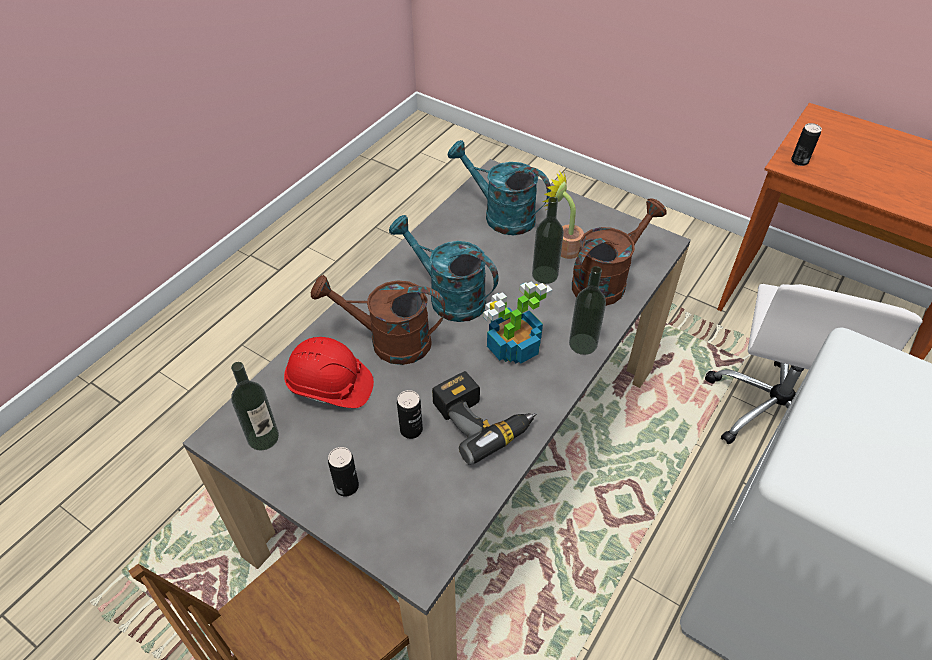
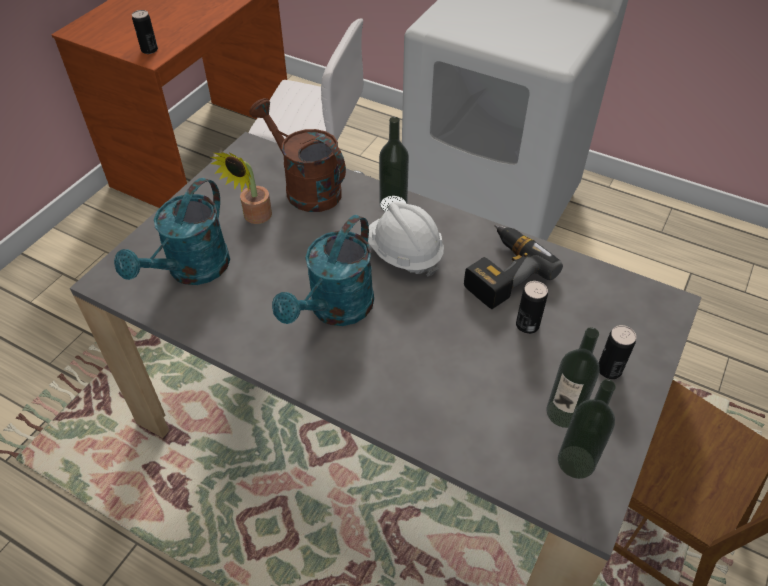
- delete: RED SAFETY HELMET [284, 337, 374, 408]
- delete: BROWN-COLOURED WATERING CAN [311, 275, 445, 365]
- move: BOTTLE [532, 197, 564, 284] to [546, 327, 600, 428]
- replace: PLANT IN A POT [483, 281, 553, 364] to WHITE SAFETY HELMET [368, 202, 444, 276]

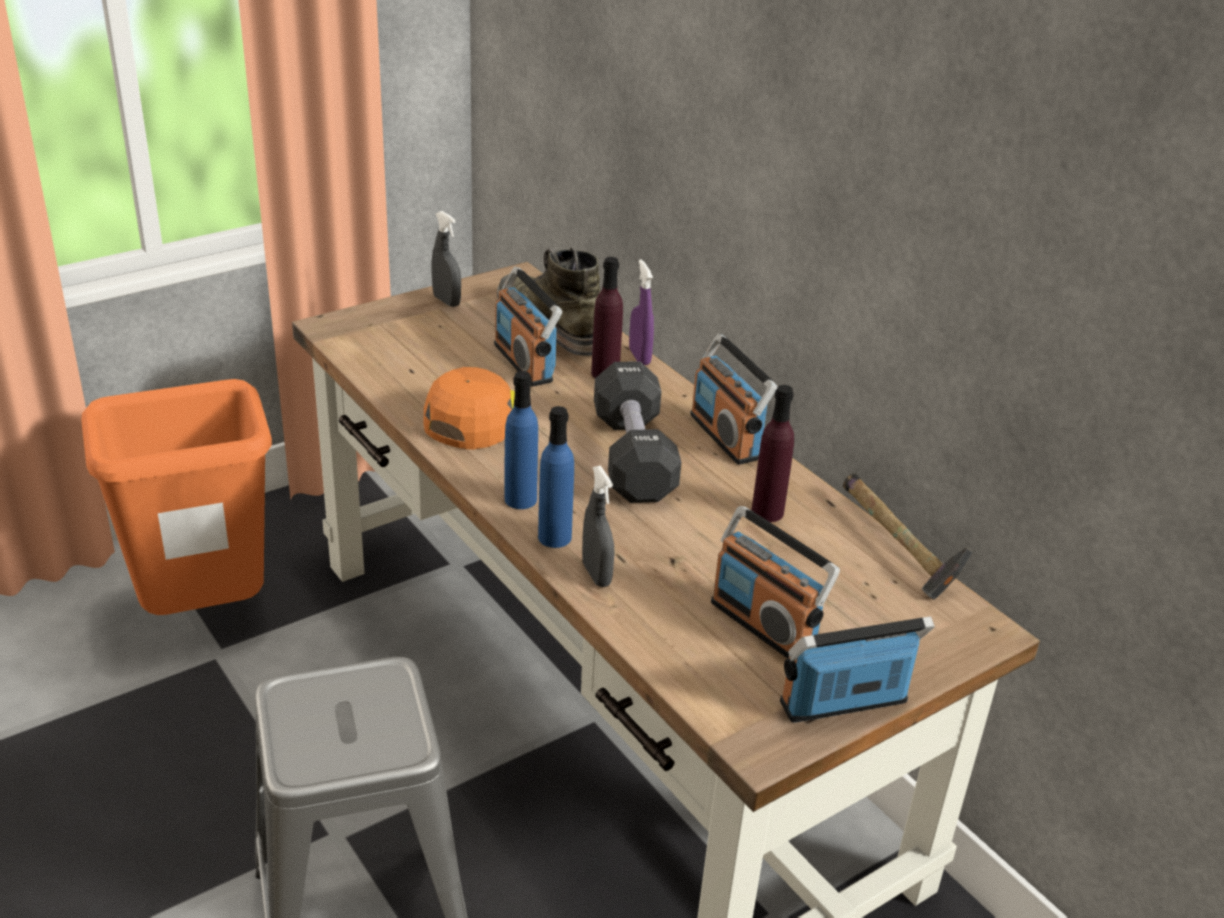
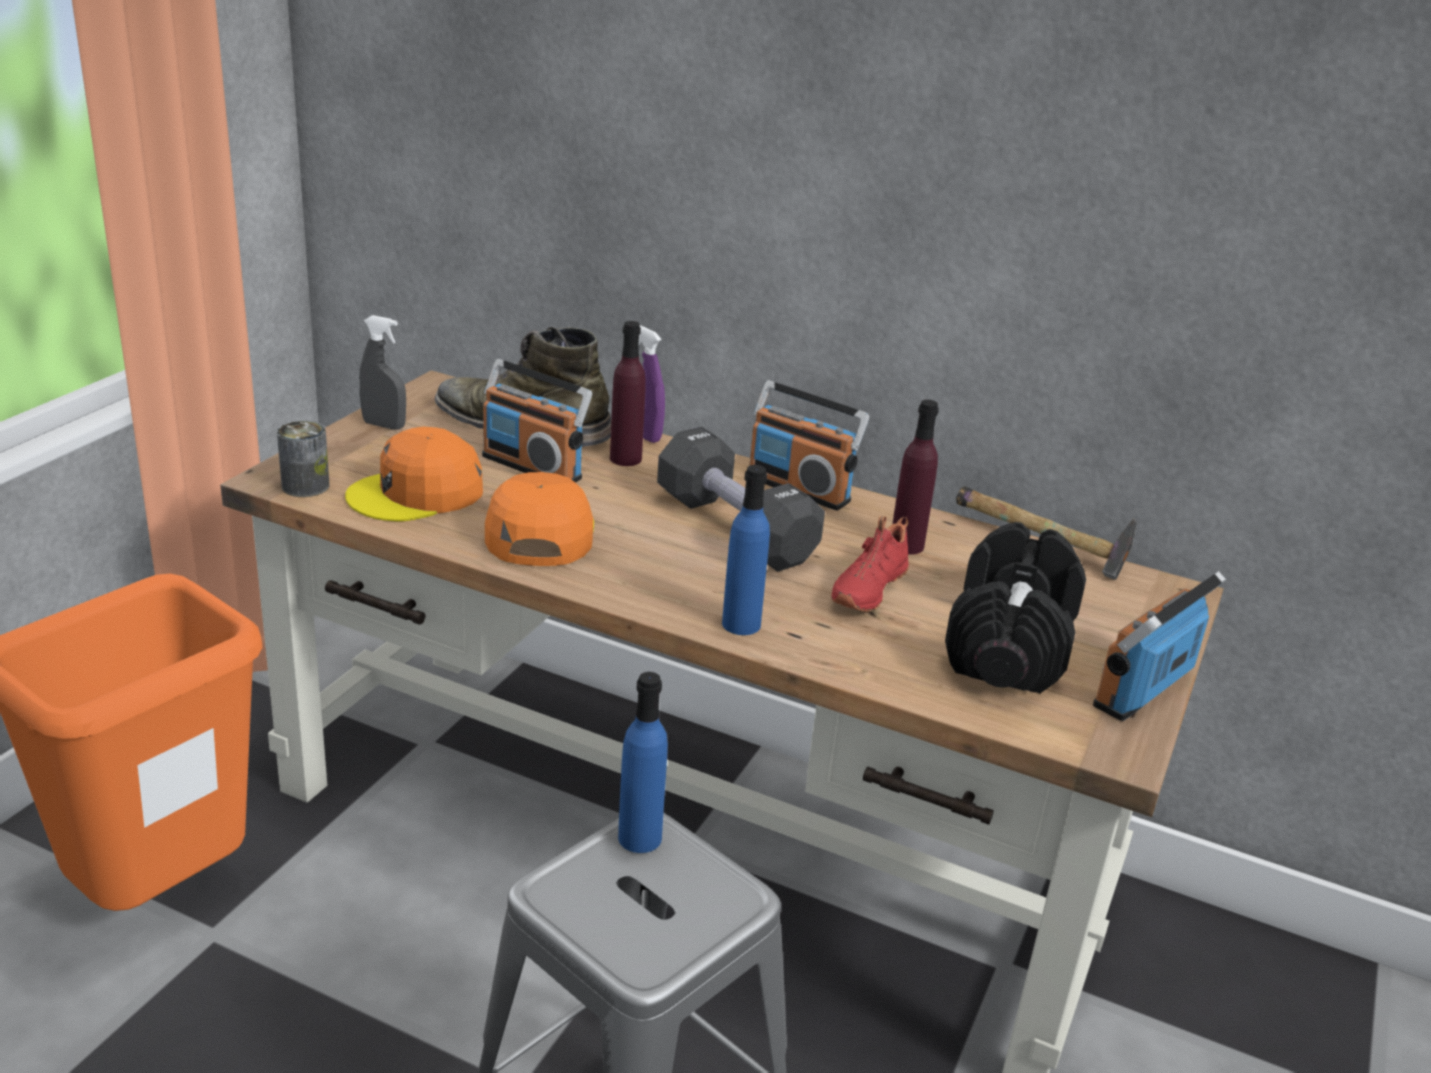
- delete: GREY SPRAY BOTTLE [582, 465, 615, 587]
- insert: CAN [277, 420, 330, 497]
- insert: ORANGEY CAP [345, 427, 483, 521]
- insert: RED LOW SHOE [832, 515, 909, 612]
- move: BLUISH BOTTLE [505, 371, 538, 509] to [618, 672, 668, 853]
- replace: RADIO [711, 506, 840, 659] to BLACK-COLOURED HAND WEIGHT [945, 522, 1086, 693]

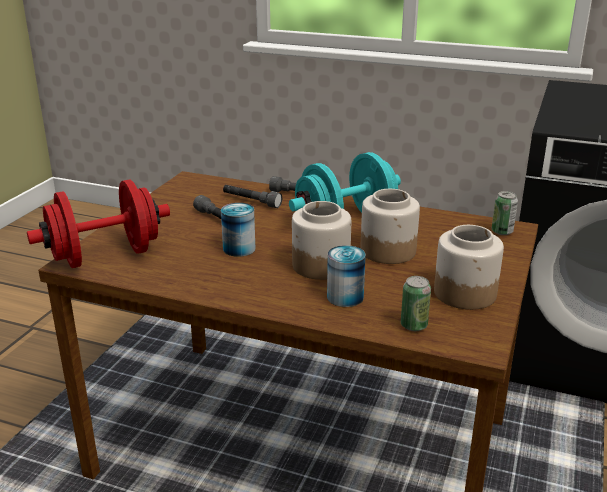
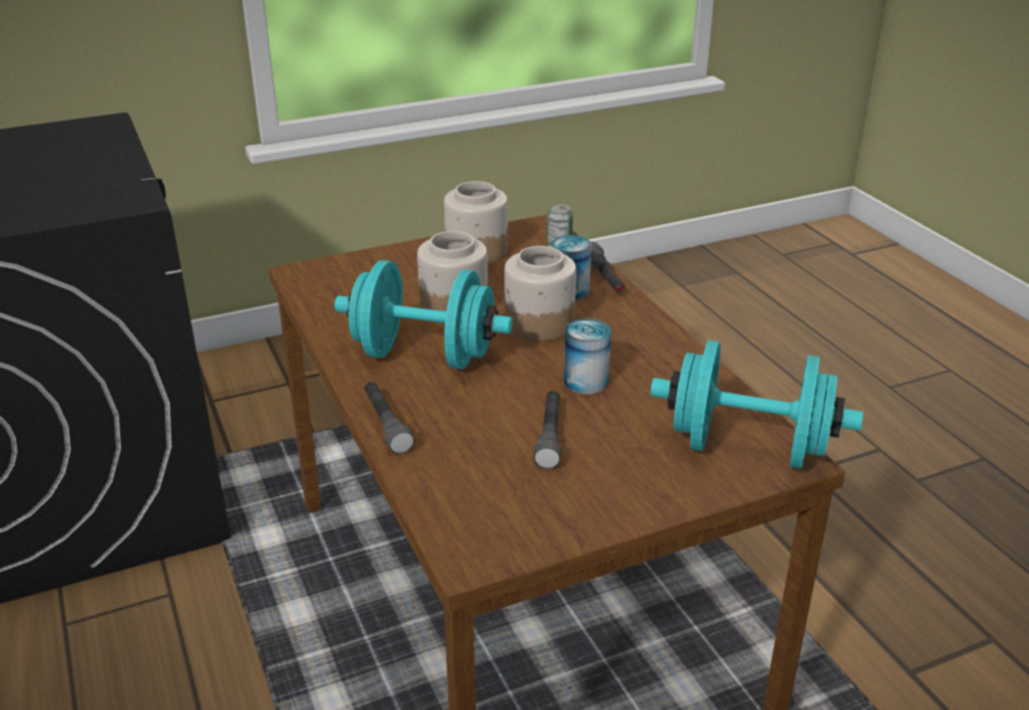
- delete: CAN [492, 191, 518, 235]
- move: GREY FLASHLIGHT [223, 185, 282, 208] to [591, 242, 625, 293]
- recolor: RED HAND WEIGHT [27, 180, 170, 268] to TURQUOISE-COLOURED HAND WEIGHT [651, 340, 863, 469]

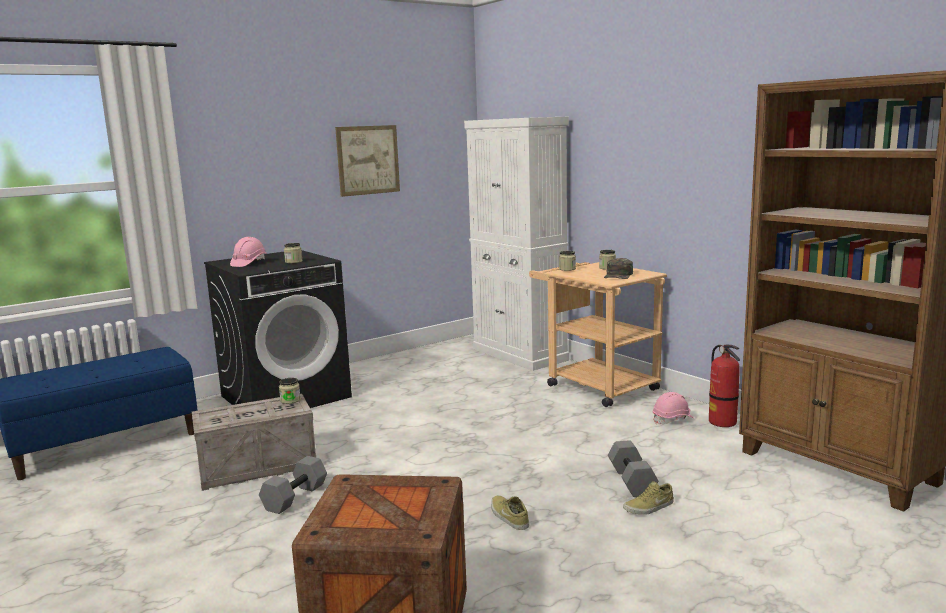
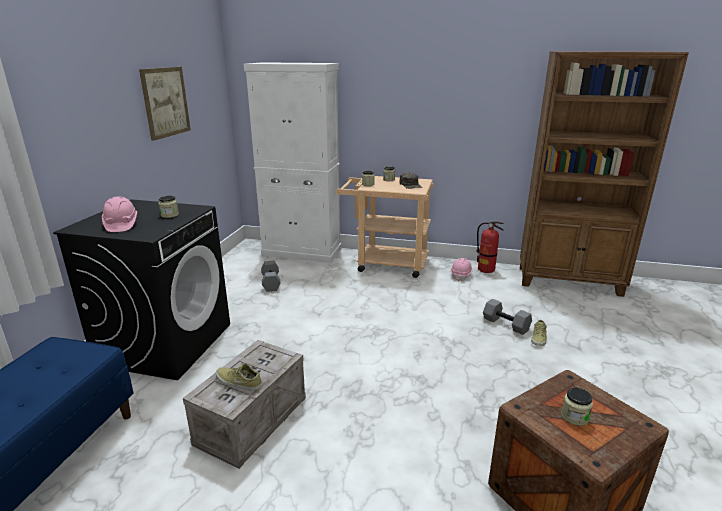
- move: GREY HAND WEIGHT [259, 456, 327, 514] to [261, 261, 281, 292]
- move: STORAGE JAR [279, 378, 301, 404] to [561, 387, 593, 426]
- move: BEIGE LOW SHOE [491, 496, 529, 530] to [216, 364, 262, 391]

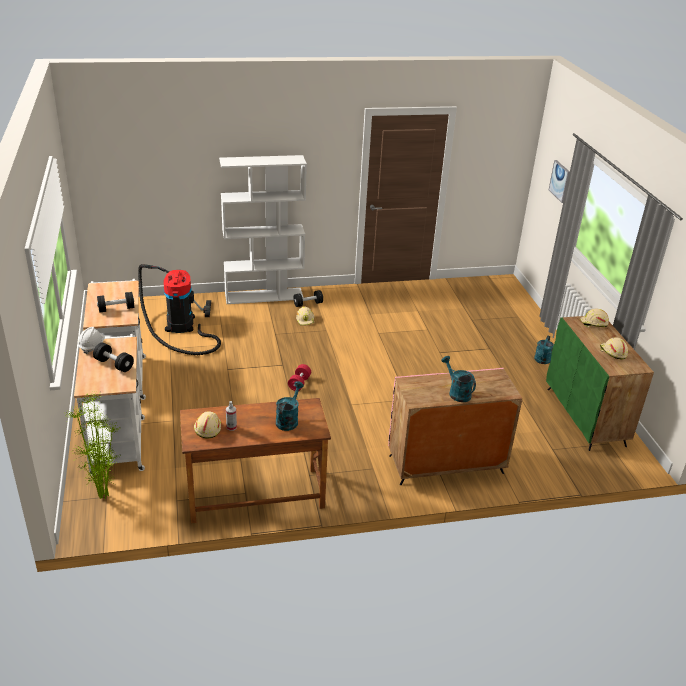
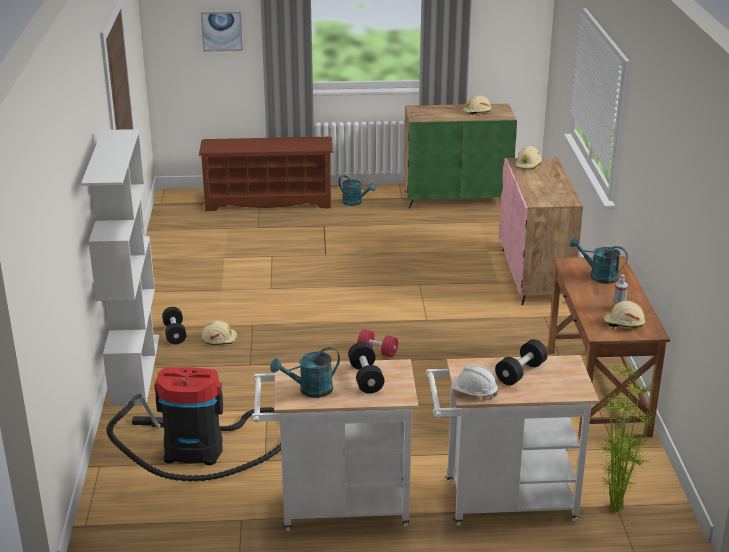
- insert: BROWN-COLOURED SHOE RACK [199, 137, 333, 211]
- move: TURQUOISE-COLOURED WATERING CAN [441, 356, 476, 402] to [270, 347, 340, 398]
- move: BEIGE SAFETY HELMET [580, 309, 609, 328] to [516, 146, 542, 170]

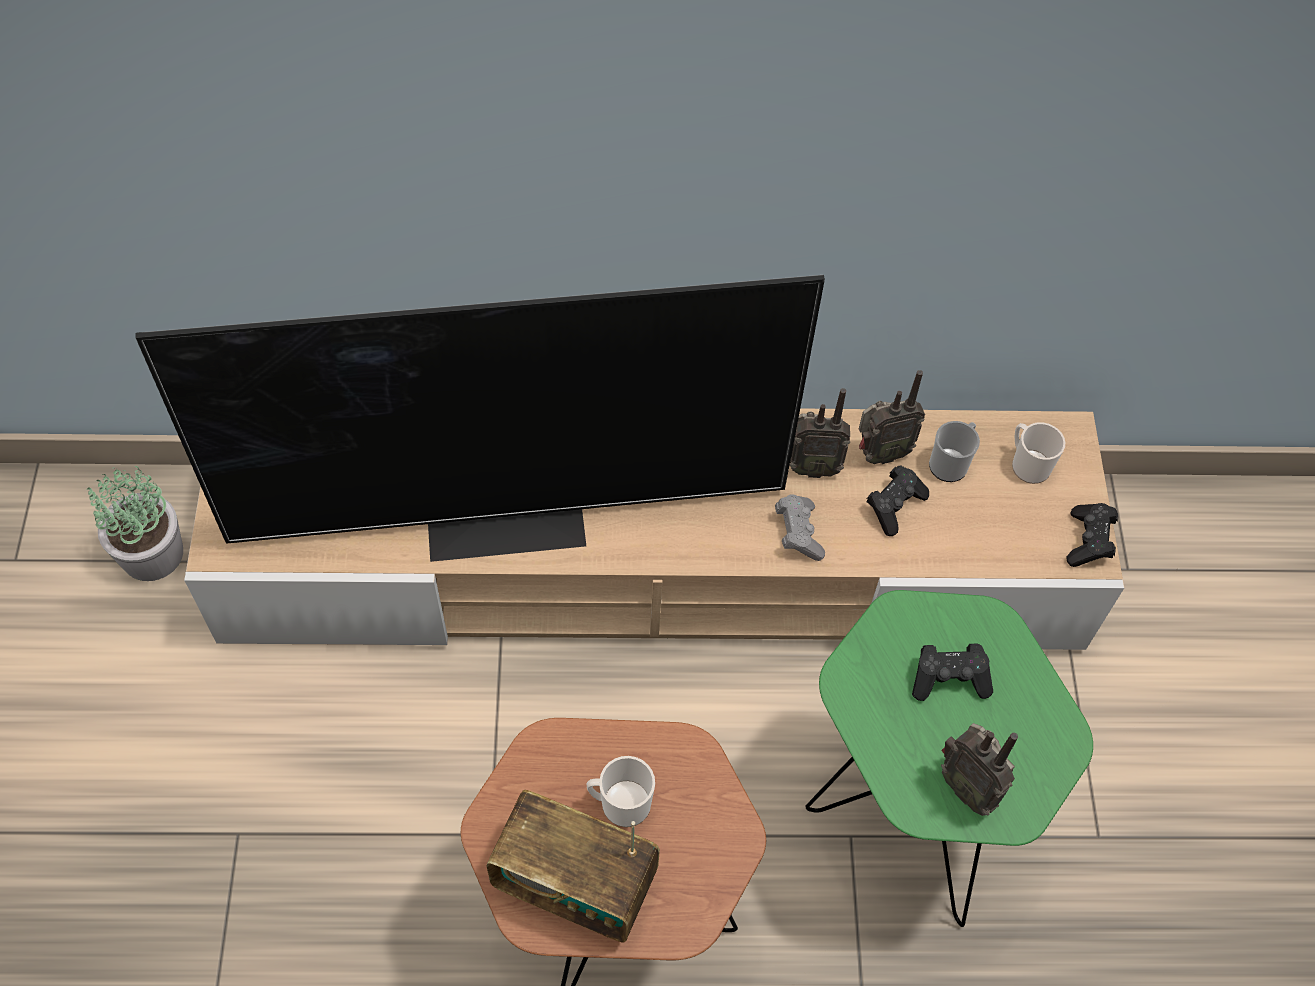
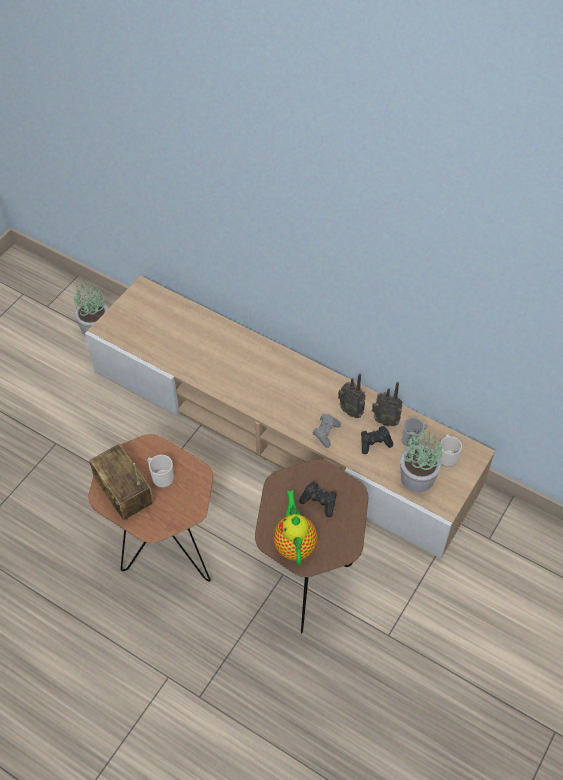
- delete: TV SET [135, 275, 825, 562]
- delete: BLACK-COLOURED GAMEPAD [1066, 503, 1118, 567]
- insert: PLANT IN A POT [400, 429, 443, 493]
- replace: RADIO [941, 723, 1018, 816] to TEAPOT [273, 490, 317, 565]
- recolor: GREENISH SIDE TABLE [805, 590, 1093, 927] to BROWN-COLOURED SIDE TABLE [255, 459, 368, 634]

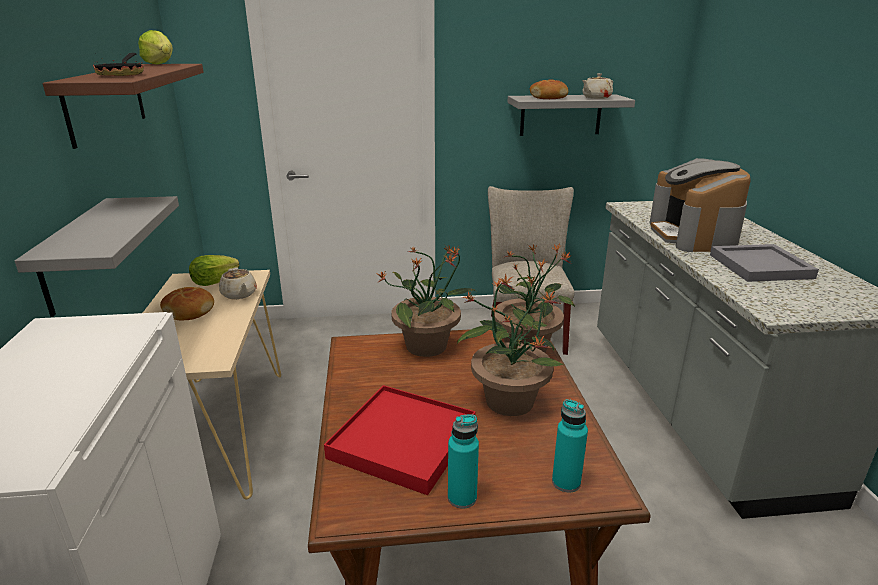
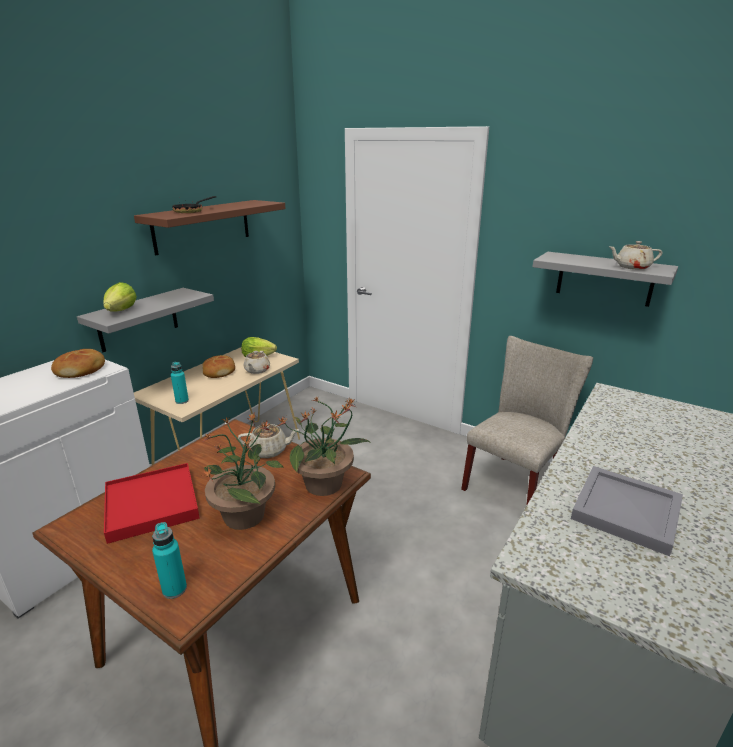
- delete: COFFEE MAKER [650, 158, 751, 252]
- move: LETTUCE [138, 30, 173, 65] to [103, 282, 137, 312]
- move: TURQUOISE-COLOURED BOTTLE [448, 414, 479, 509] to [171, 362, 189, 404]
- move: BAKERY BREAD [530, 79, 568, 99] to [51, 349, 105, 378]
- replace: PLANT IN A POT [378, 246, 476, 357] to BEIGE TEAPOT [238, 424, 300, 458]

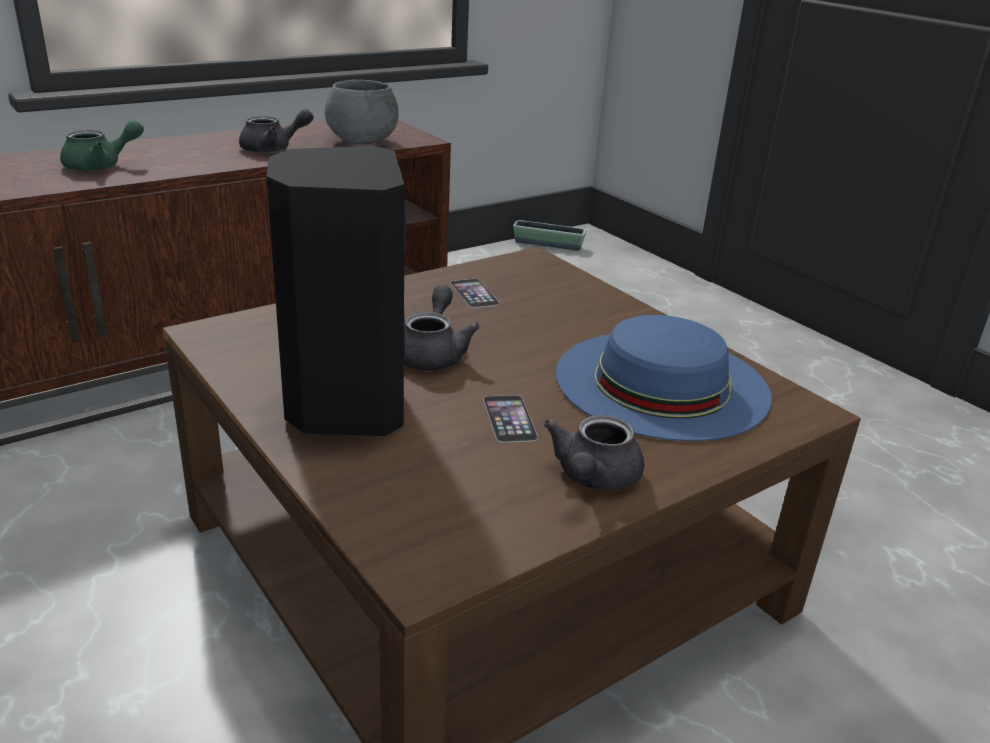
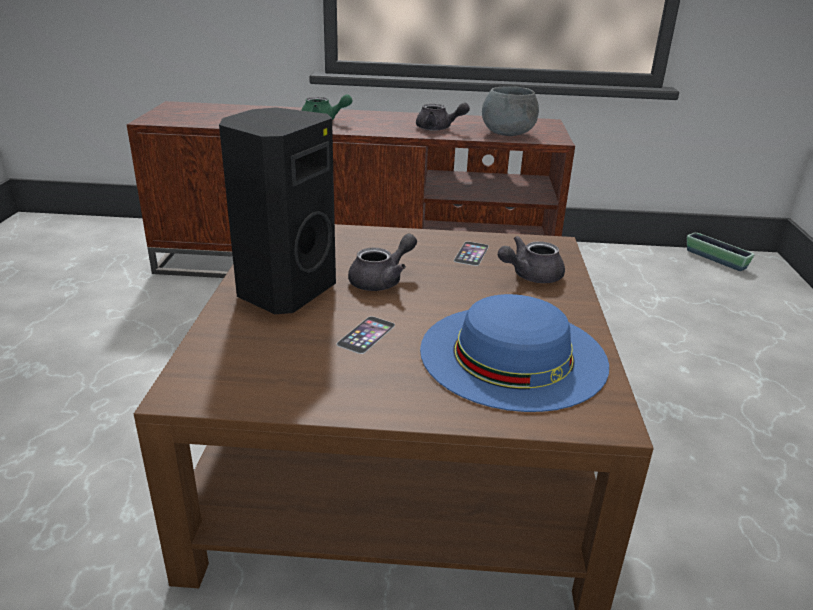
- move: GREY TEAPOT [544, 415, 644, 491] to [498, 236, 565, 283]

